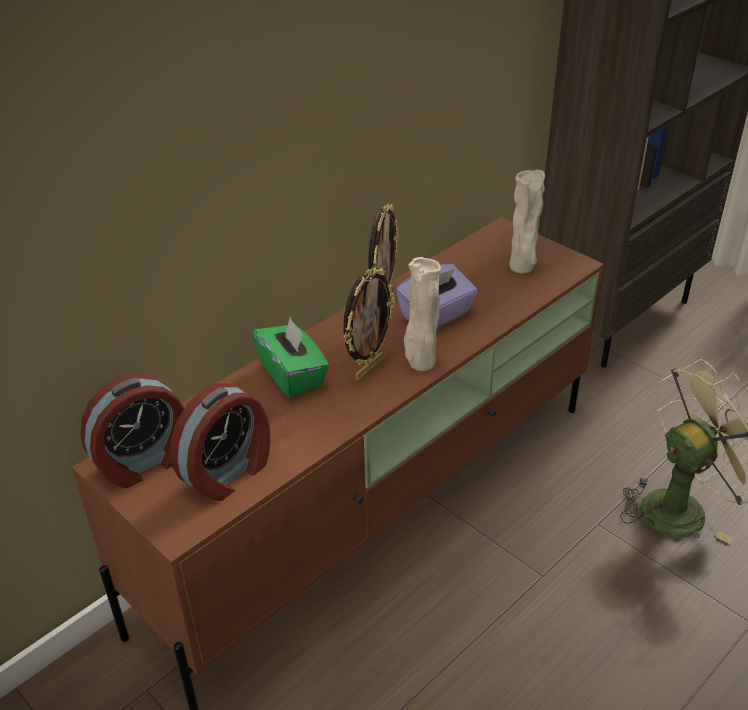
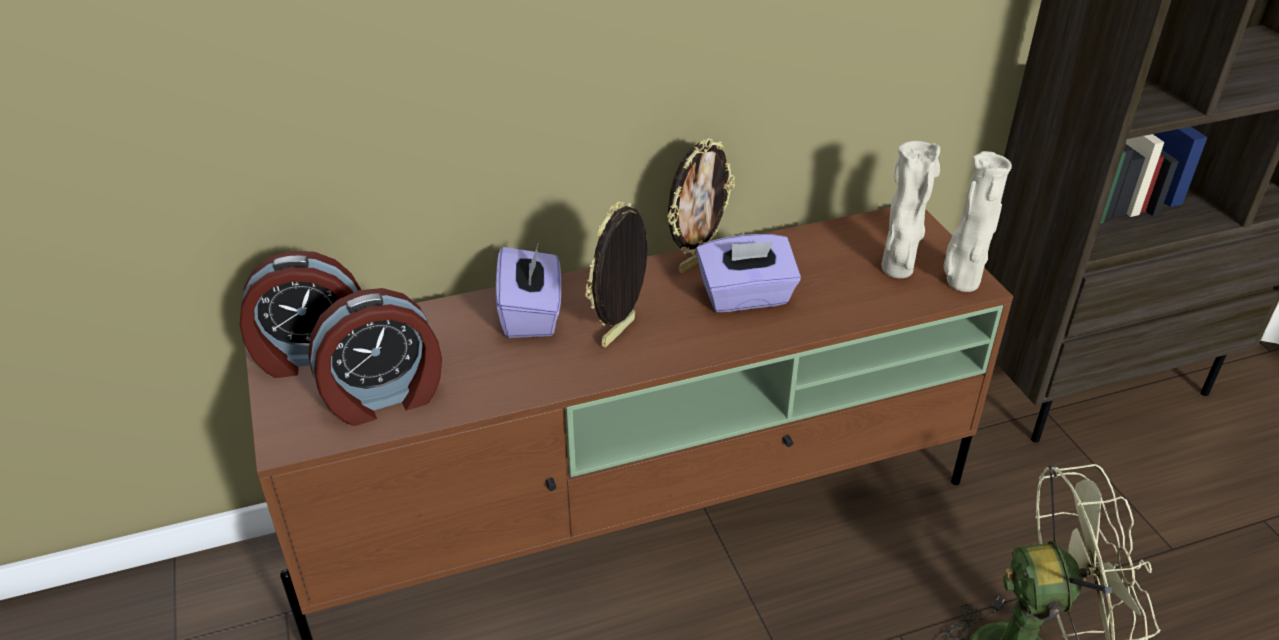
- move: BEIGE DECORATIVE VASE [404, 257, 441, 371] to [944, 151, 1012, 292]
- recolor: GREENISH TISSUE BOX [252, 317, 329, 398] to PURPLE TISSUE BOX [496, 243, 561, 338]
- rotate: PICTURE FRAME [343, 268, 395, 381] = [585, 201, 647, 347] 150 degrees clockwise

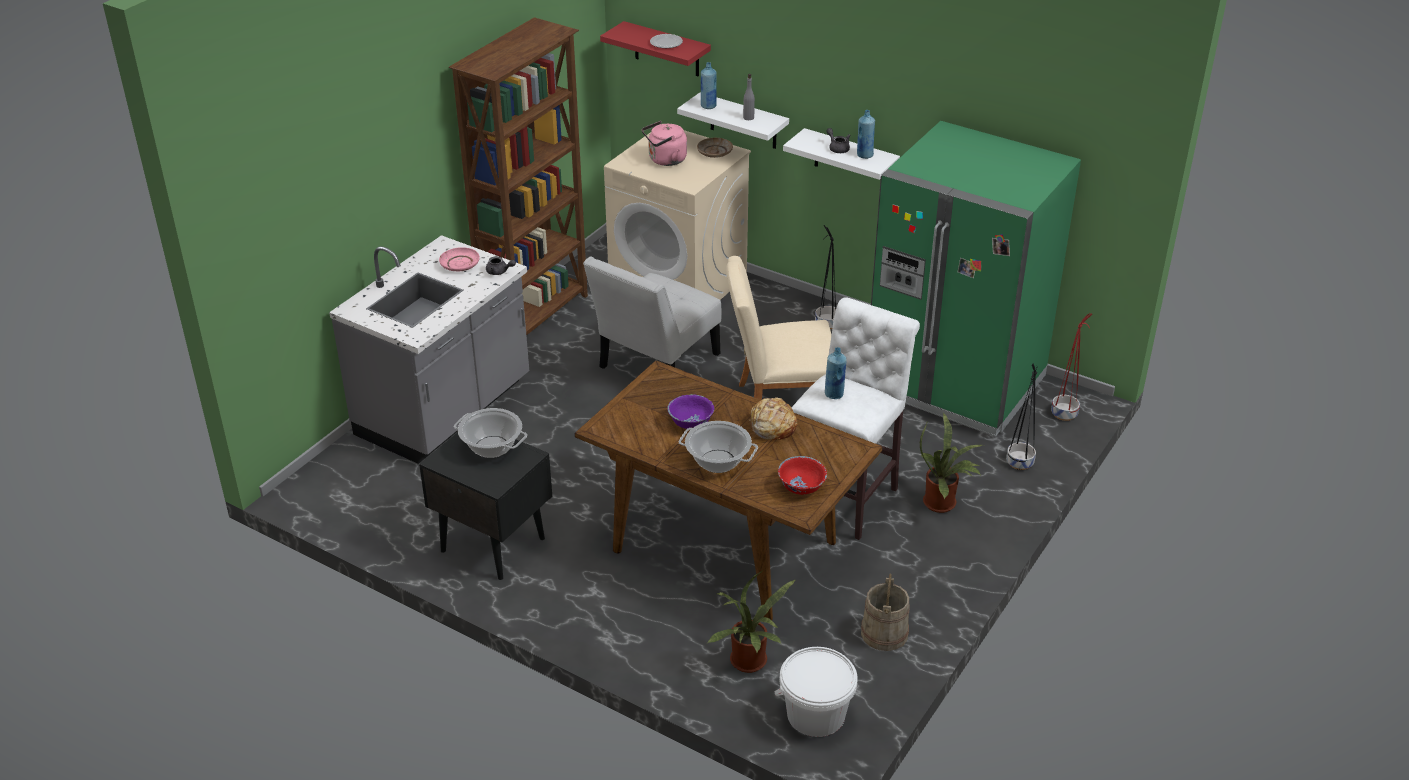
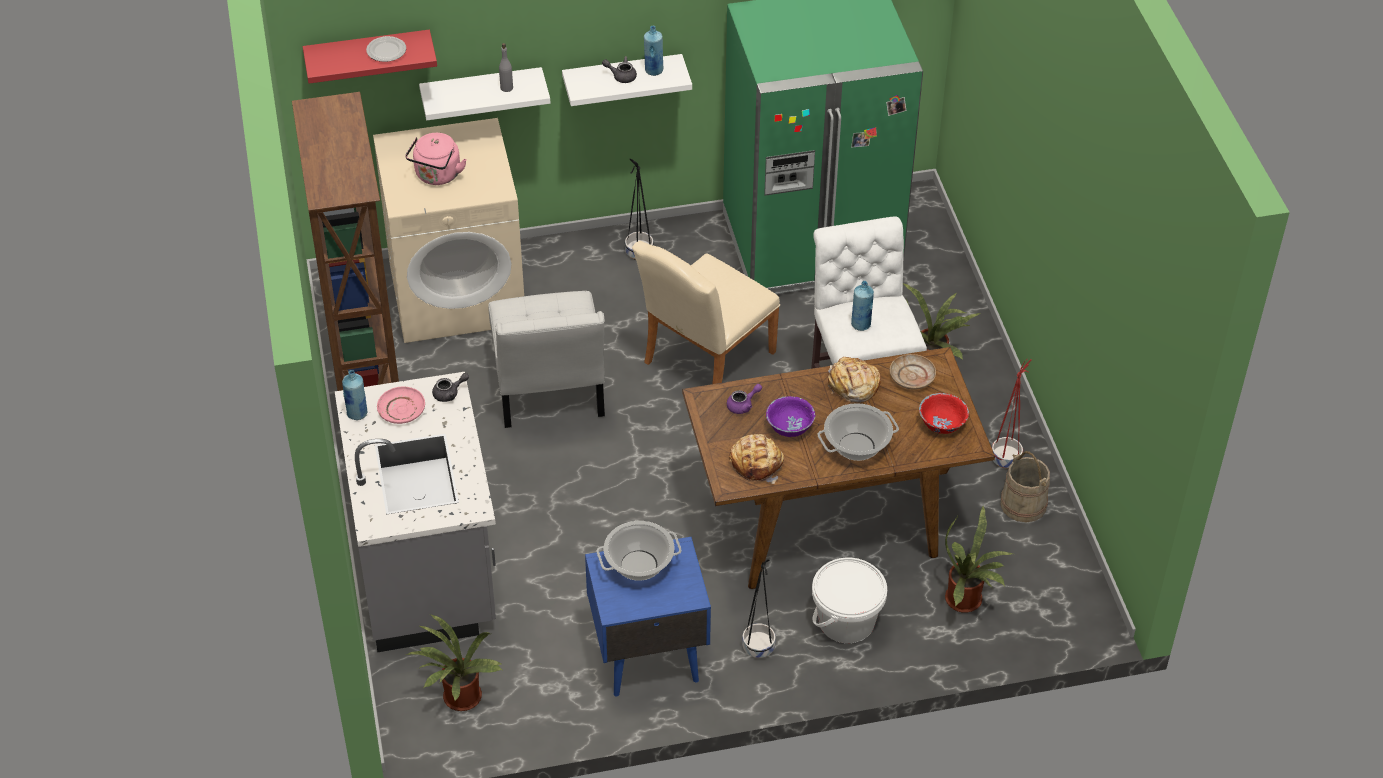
- insert: PLANT IN A POT [407, 614, 503, 711]
- insert: PURPLE TEAPOT [727, 384, 762, 414]
- insert: BAKERY BREAD [729, 434, 784, 484]
- move: BEIGE DINNER PLATE [697, 138, 733, 158] to [890, 354, 936, 389]
- move: BLUISH BOTTLE [701, 62, 717, 109] to [342, 370, 367, 420]
- move: WHITE PAIL [775, 647, 858, 737] to [812, 558, 887, 643]
- move: BLACK-COLOURED PLANTER [1006, 364, 1037, 470] to [742, 560, 775, 658]
- move: RED PLANTER [1051, 313, 1092, 421] to [992, 358, 1032, 469]
- recolor: BLACK-COLOURED BEDSIDE TABLE [419, 432, 552, 580] to BLUISH BEDSIDE TABLE [585, 537, 711, 697]

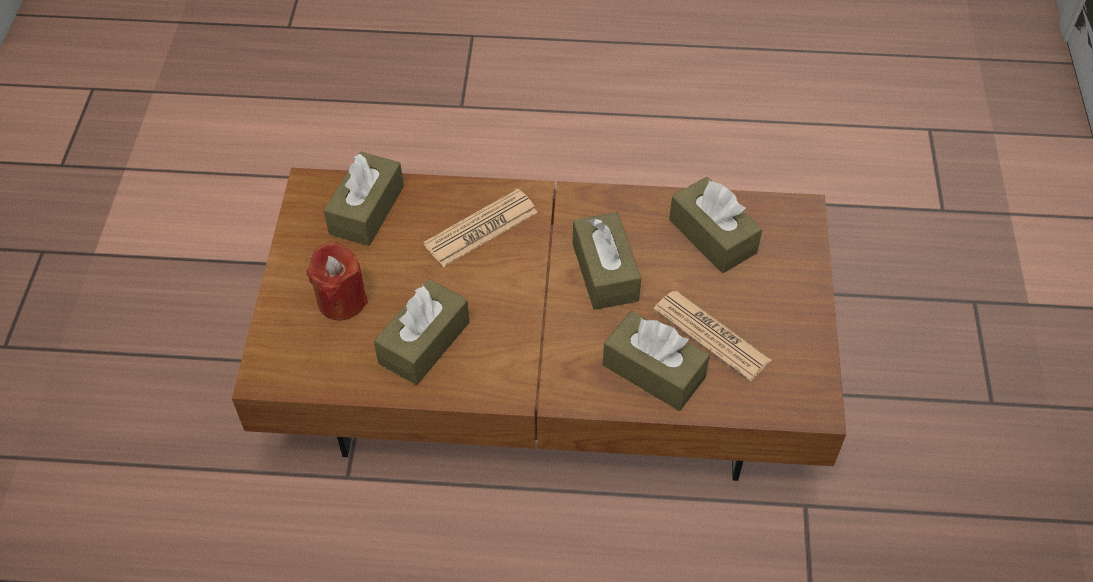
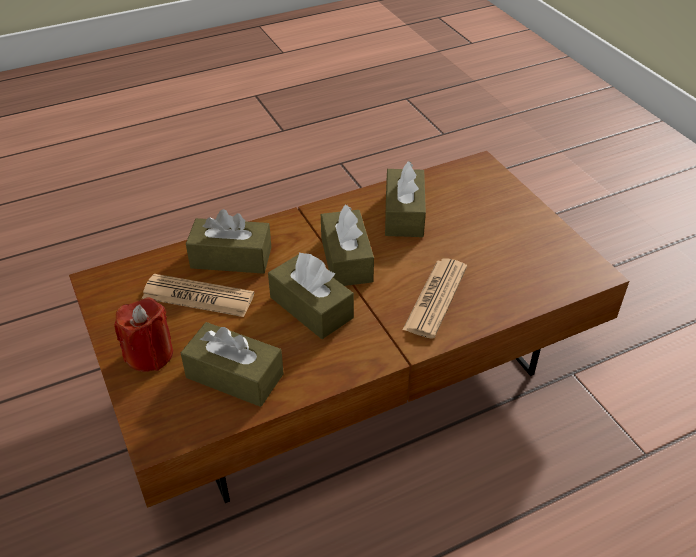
- move: RED WAX LIGHT [307, 242, 368, 321] to [114, 297, 173, 372]
- move: BROWN-COLOURED TISSUE BOX [324, 152, 404, 246] to [321, 205, 374, 286]

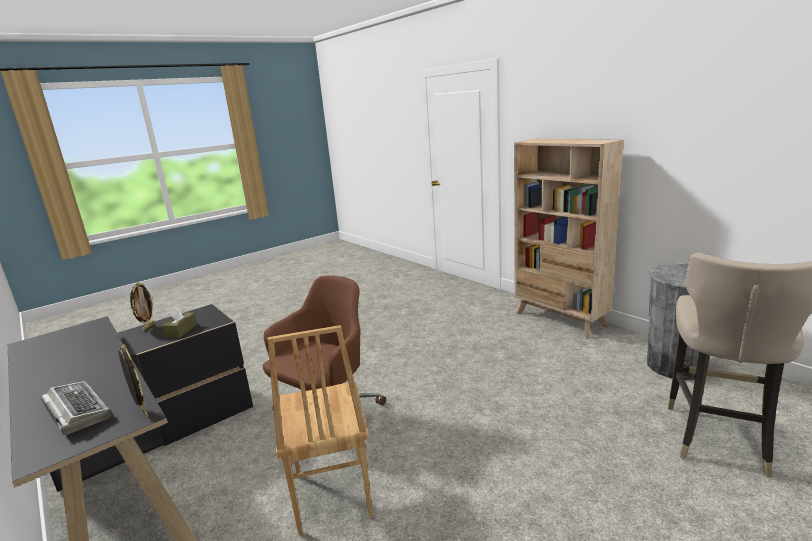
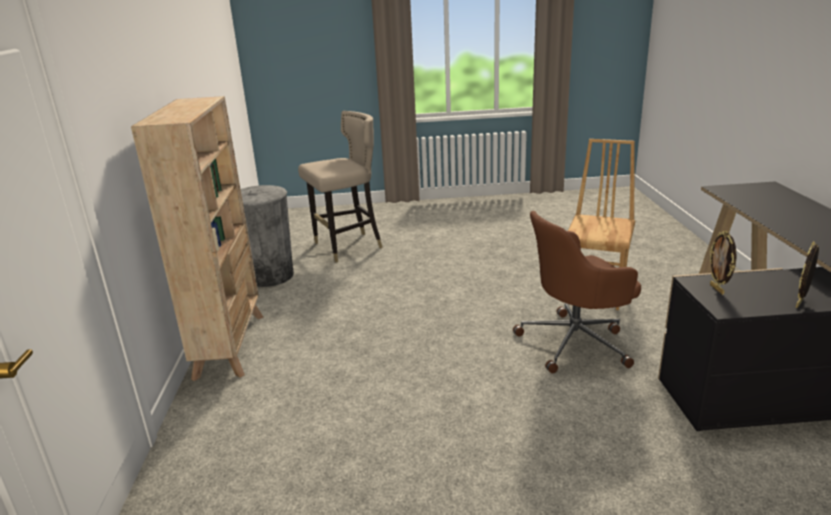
- delete: PC KEYBOARD [41, 381, 112, 435]
- delete: BROWN-COLOURED TISSUE BOX [162, 307, 197, 338]
- move: PICTURE FRAME [118, 344, 148, 417] to [710, 231, 736, 295]

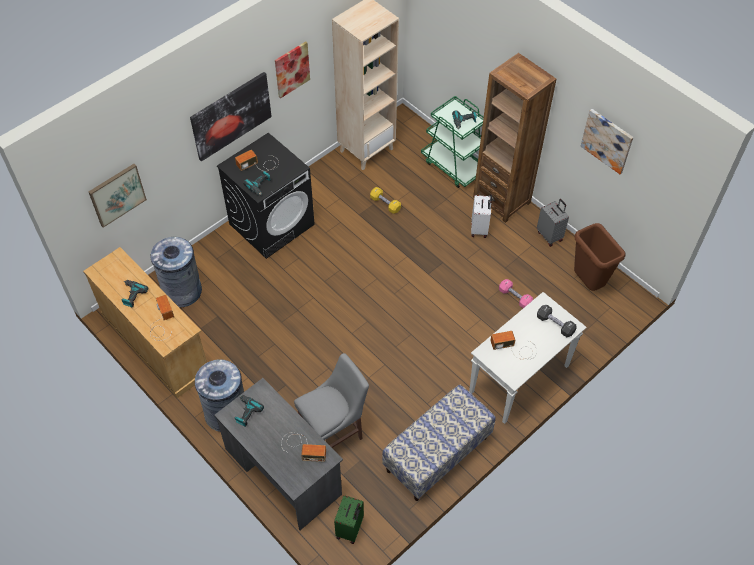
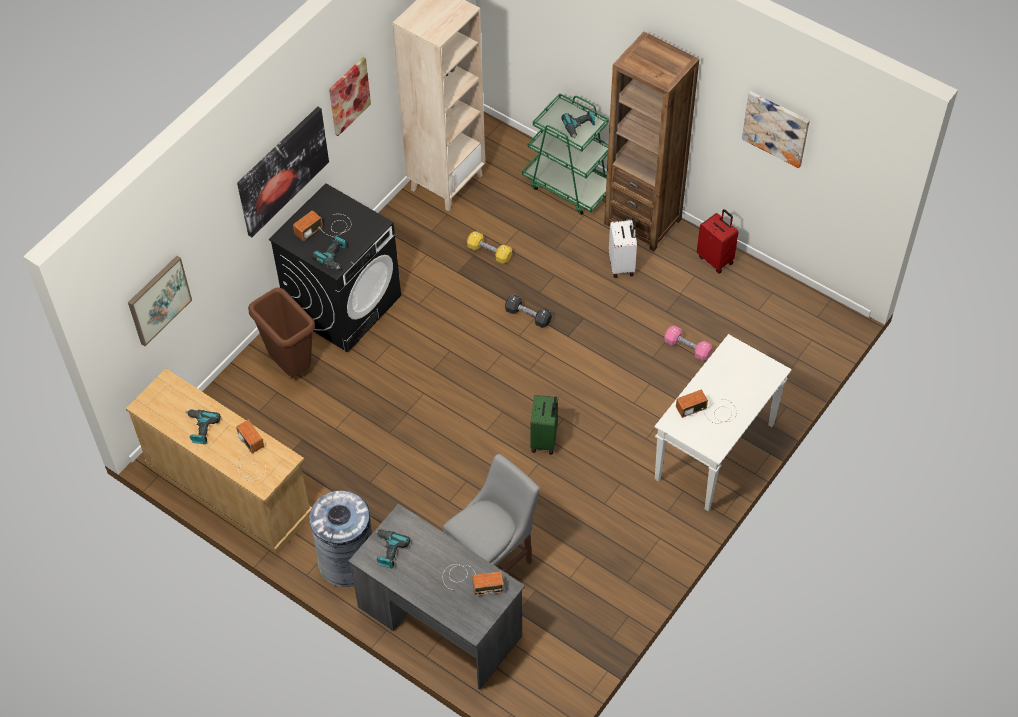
- delete: GREY WASTE BIN [151, 237, 202, 308]
- delete: LONG SEAT [382, 385, 496, 501]
- move: GREENISH PIECE OF LUGGAGE [334, 495, 364, 544] to [530, 395, 558, 454]
- move: BLACK-COLOURED HAND WEIGHT [537, 305, 577, 337] to [505, 295, 552, 328]
- move: BROWN-COLOURED WASTE BIN [574, 223, 626, 291] to [248, 287, 315, 377]
- recolor: GREY PIECE OF LUGGAGE [537, 199, 569, 247] to RED PIECE OF LUGGAGE [697, 209, 739, 274]

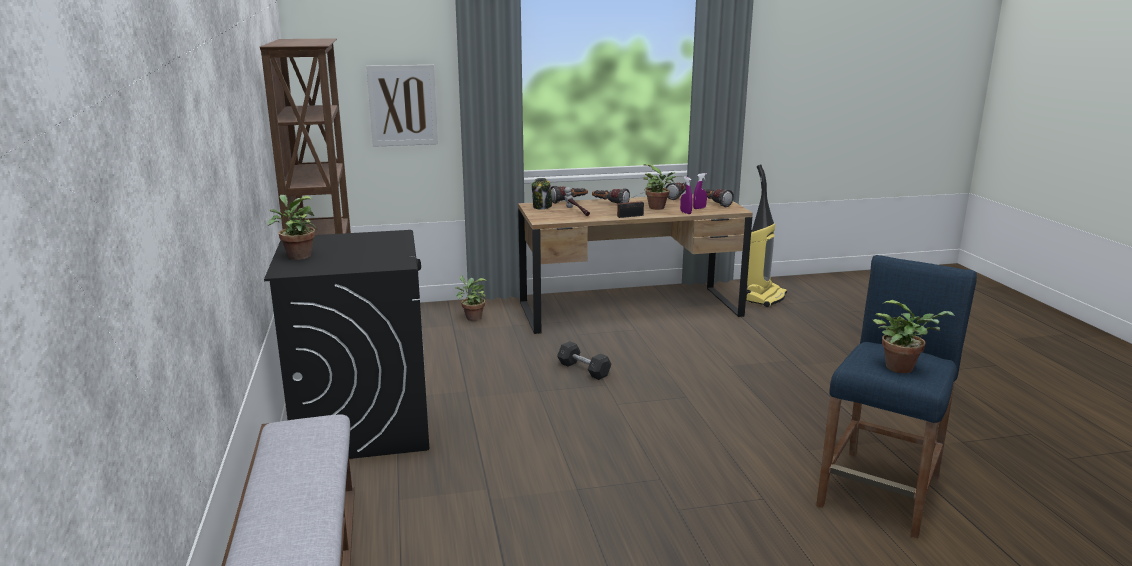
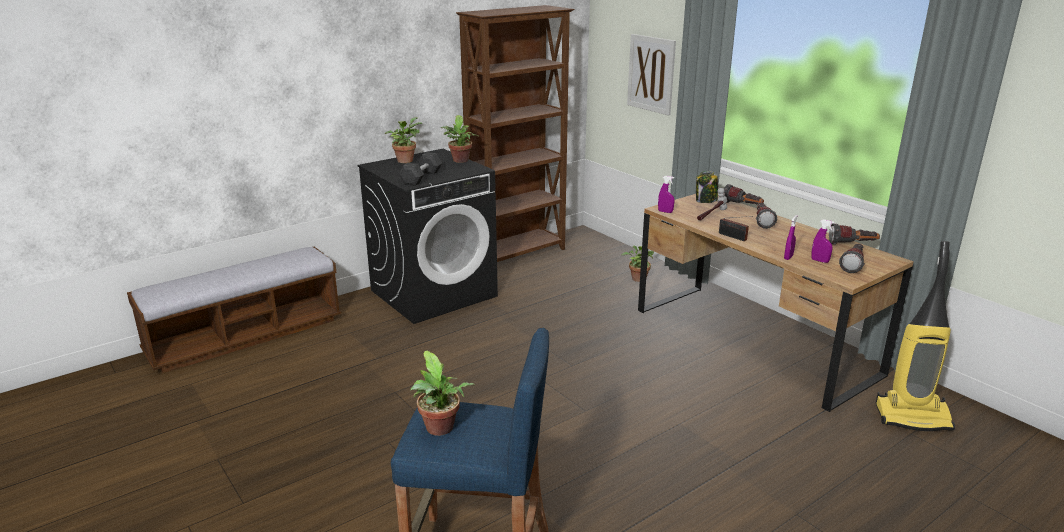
- insert: PURPLE SPRAY BOTTLE [658, 176, 675, 213]
- move: GREY HAND WEIGHT [557, 341, 612, 380] to [399, 152, 442, 186]
- move: PLANT IN A POT [643, 164, 677, 210] to [441, 115, 479, 163]

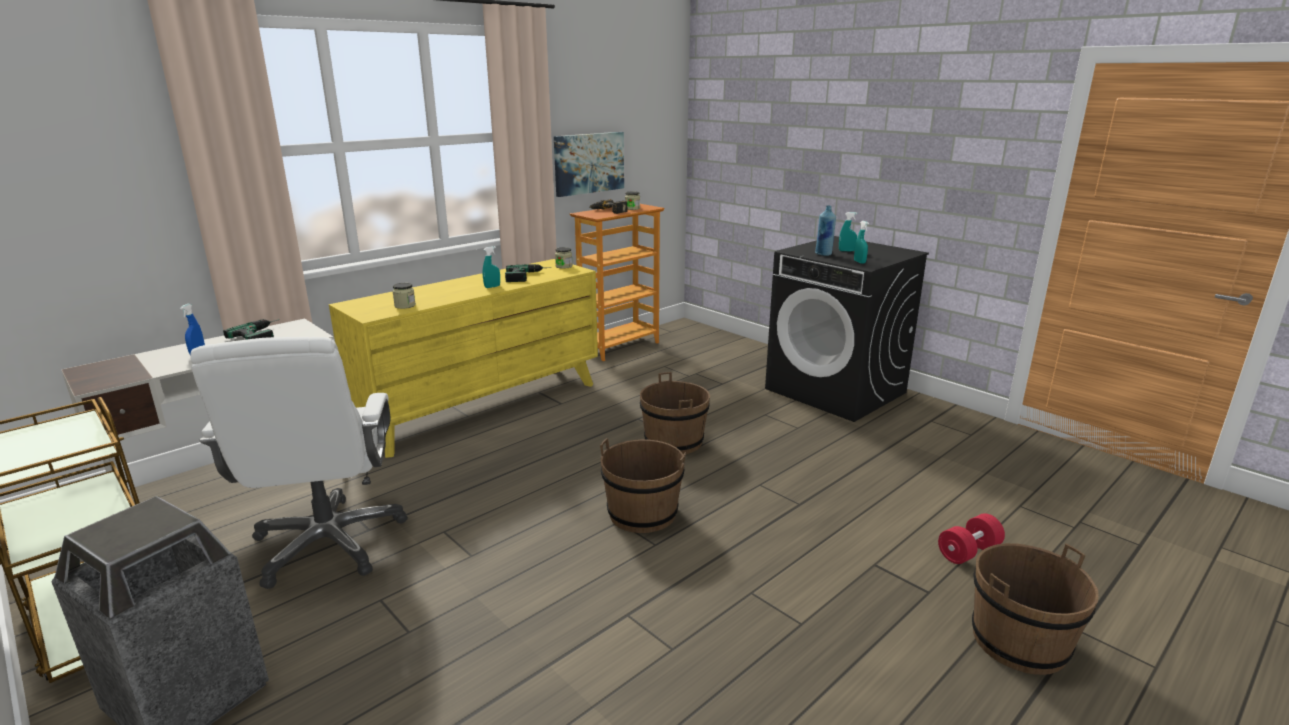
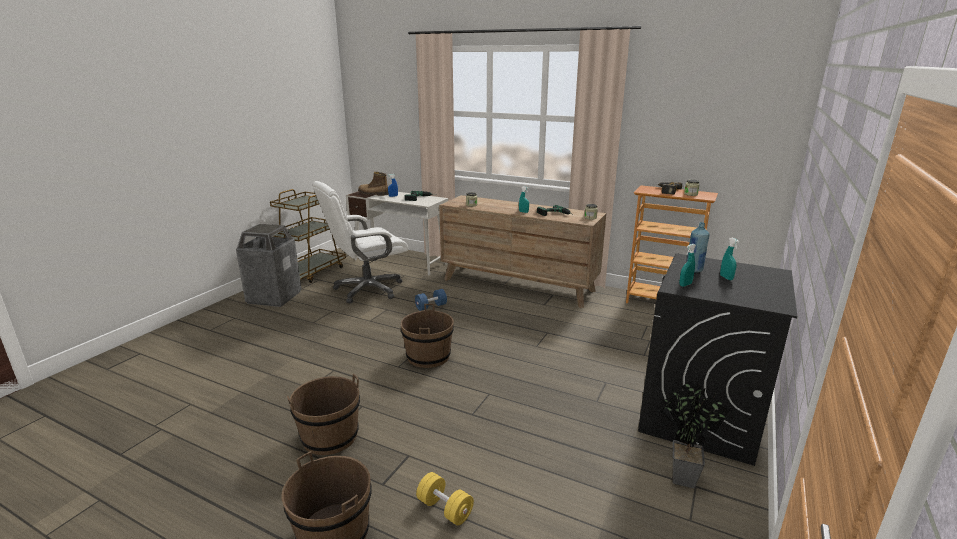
- delete: PICTURE [554, 132, 624, 197]
- insert: BOOT [358, 172, 388, 196]
- insert: BLUISH HAND WEIGHT [415, 289, 447, 311]
- insert: PLANT IN A POT [660, 379, 730, 488]
- move: BROWN-COLOURED PAIL [640, 372, 710, 454] to [287, 373, 360, 455]
- recolor: YELLOW-COLOURED CHEST OF DRAWERS [329, 259, 598, 458] to BROWN-COLOURED CHEST OF DRAWERS [439, 195, 606, 308]
- recolor: RED HAND WEIGHT [938, 513, 1005, 564] to YELLOW-COLOURED HAND WEIGHT [416, 472, 474, 525]

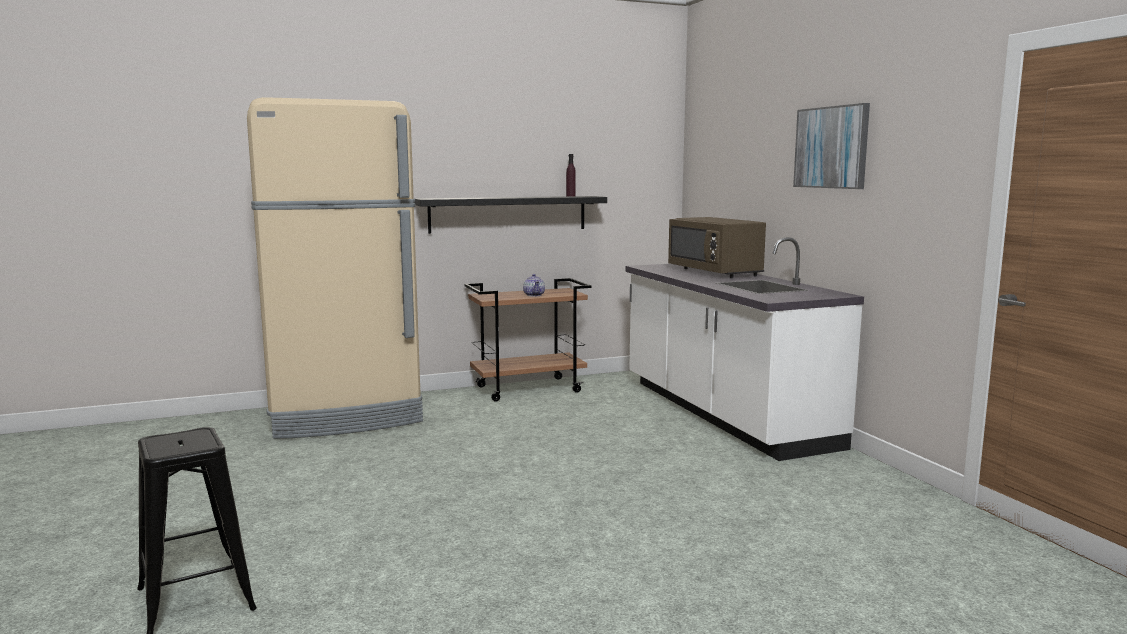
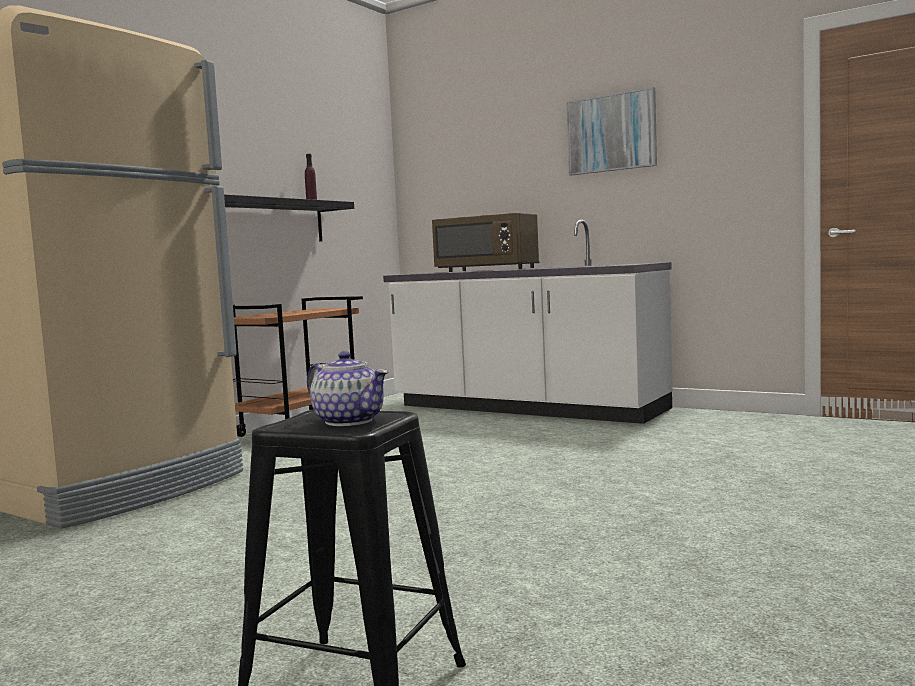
- move: TEAPOT [523, 274, 545, 297] to [307, 351, 389, 426]

